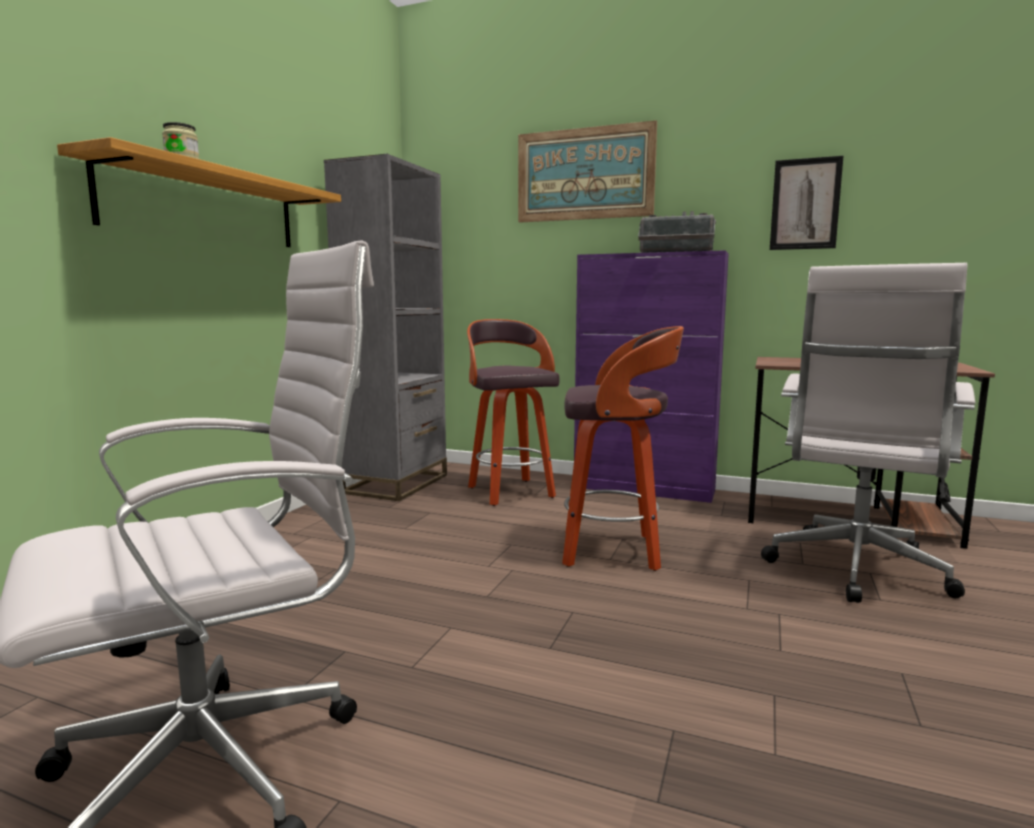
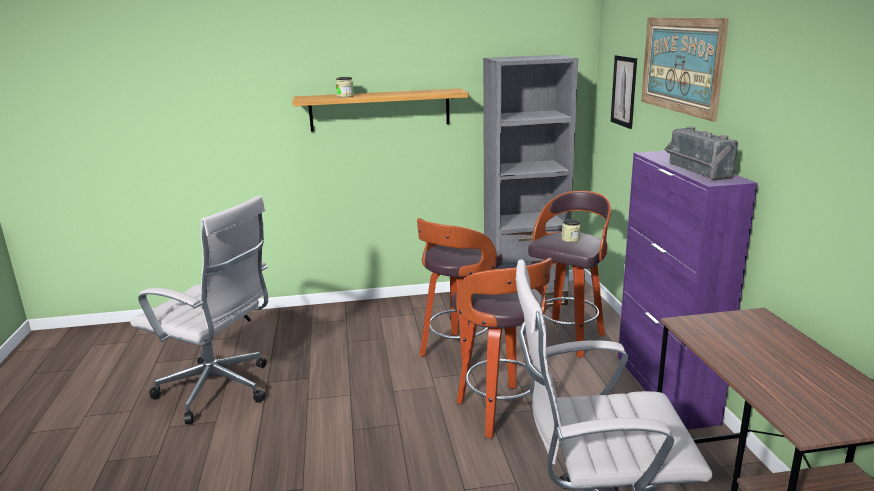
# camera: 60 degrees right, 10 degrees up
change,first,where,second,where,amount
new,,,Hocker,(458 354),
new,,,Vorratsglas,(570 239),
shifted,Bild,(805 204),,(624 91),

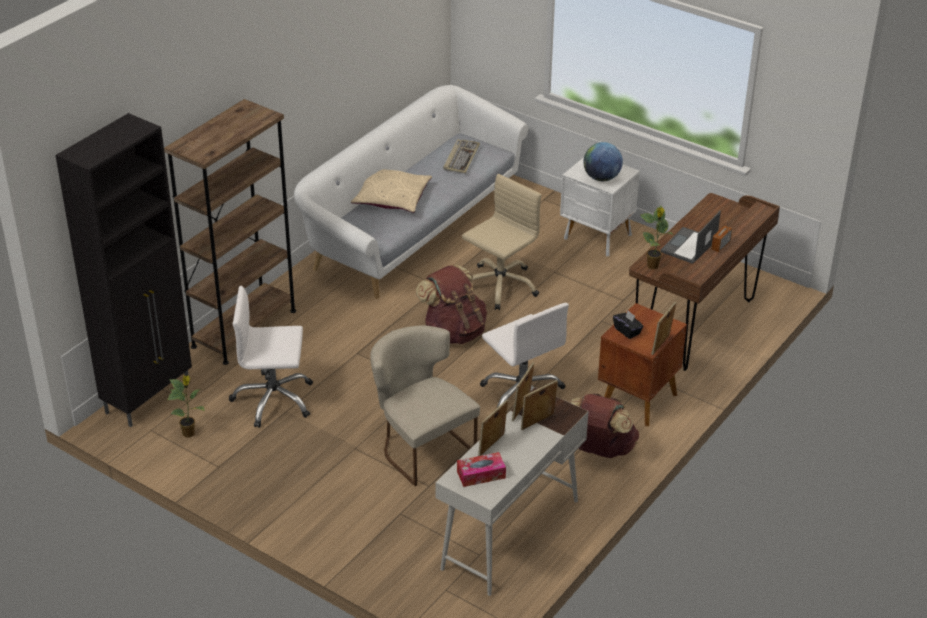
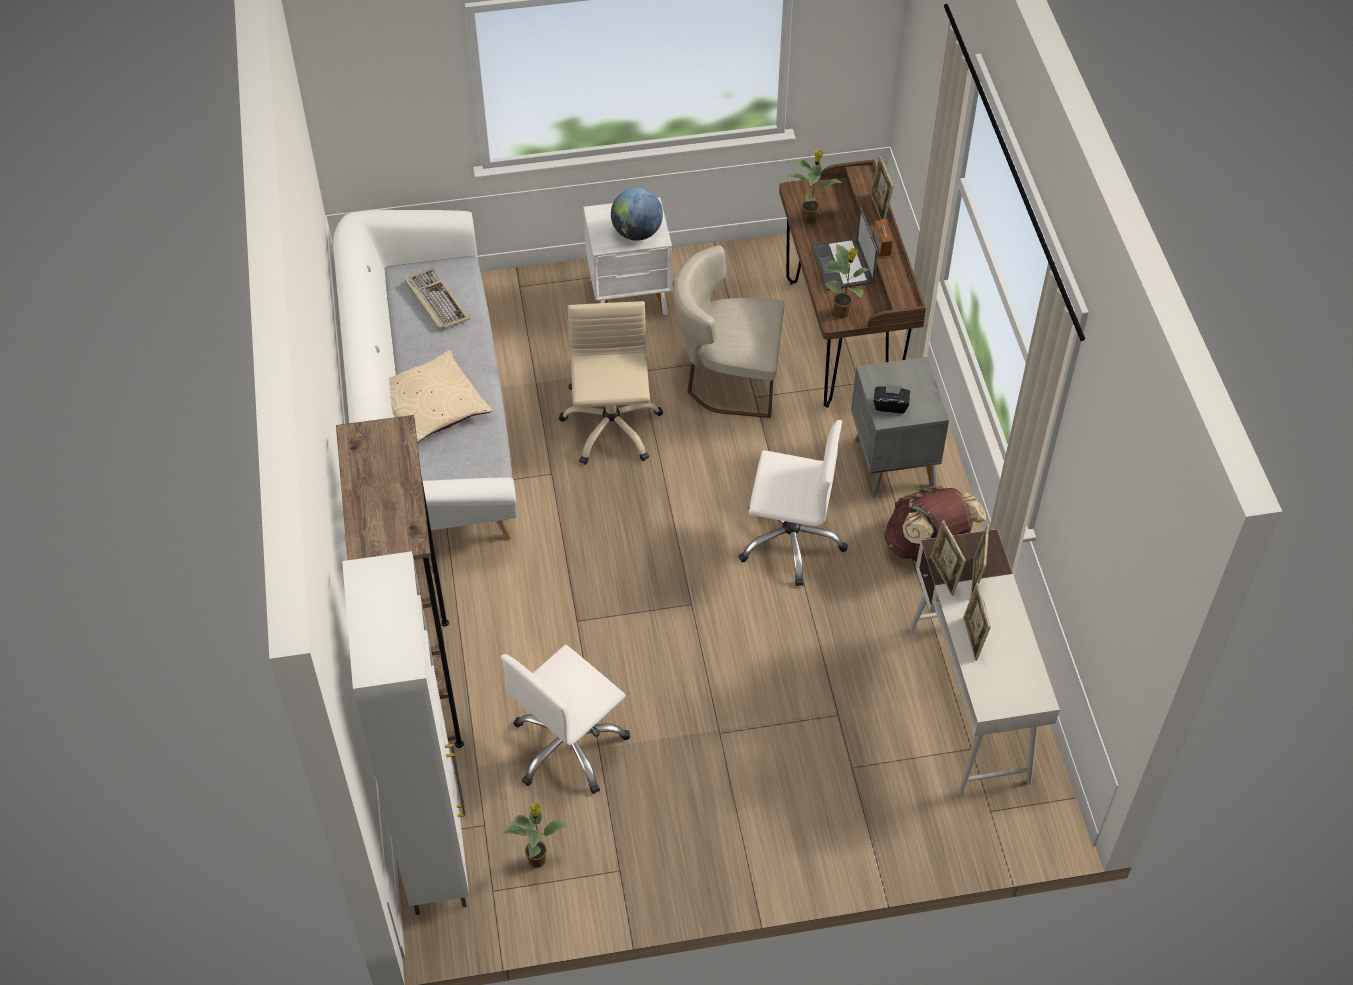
# camera: 45 degrees left, 15 degrees up
change,first,where,second,where,amount
gone,Rucksack [braun],(453 332),,,
gone,Taschentuchbox,(481 474),,,
new,,,Topfpflanze,(810 218),
shifted,Stuhl [beige],(421 447),,(727 380),
shifted,Bilderrahmen,(661 345),,(879 209),
repainted,Schrank [schwarz],(149 397),Schrank [weiß],(436 854),
repainted,Nachttisch [braun],(637 400),Nachttisch [grau],(893 464),

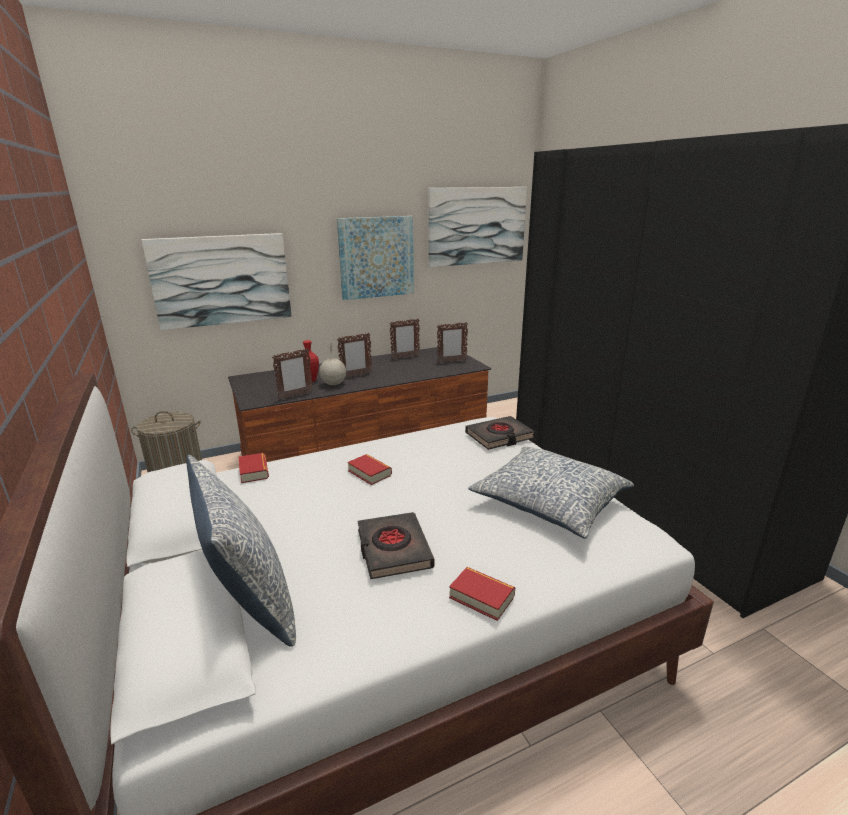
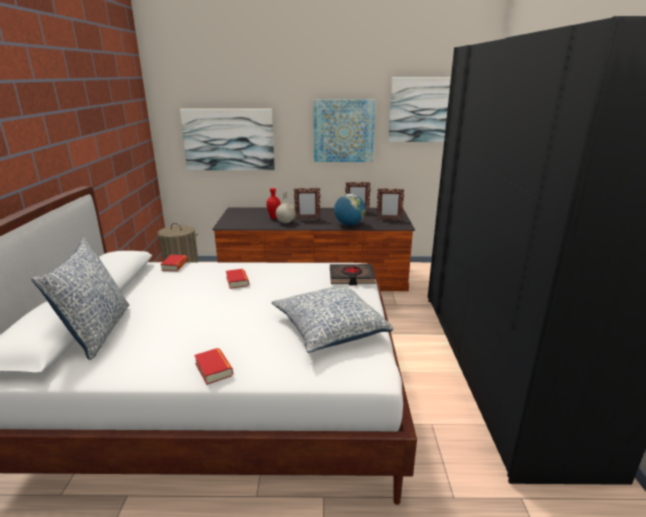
# camera: 25 degrees right, 0 degrees up
change,first,where,second,where,amount
gone,Bilderrahmen,(295 395),,,
gone,Buch [schwarz],(393 549),,,
new,,,Globus,(349 224),

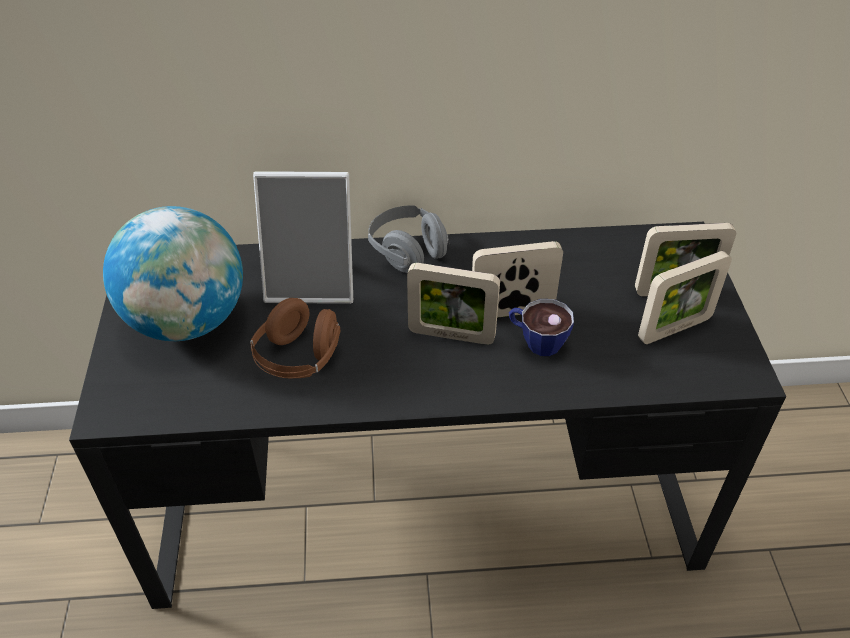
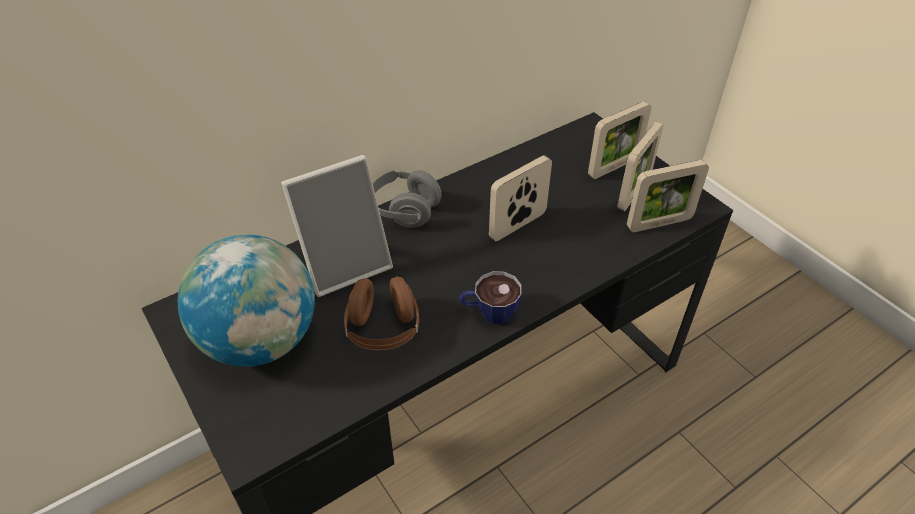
# camera: 30 degrees left, 0 degrees up
change,first,where,second,where,amount
shifted,Bilderrahmen,(451 335),,(659 223),
shifted,Tasse,(536 341),,(489 312),

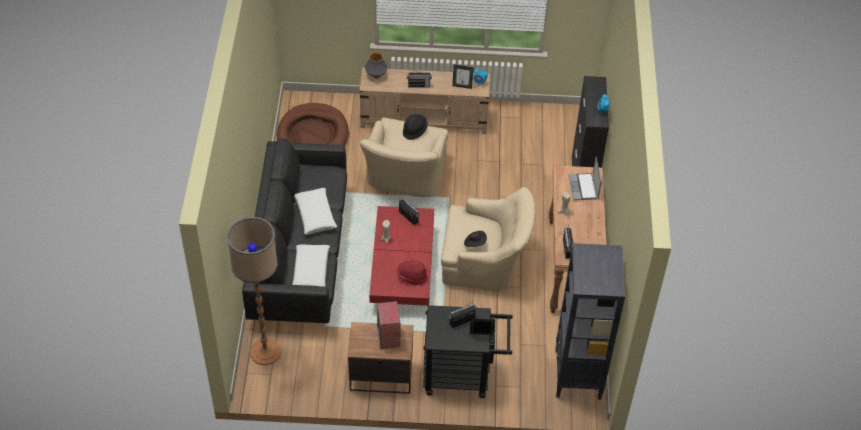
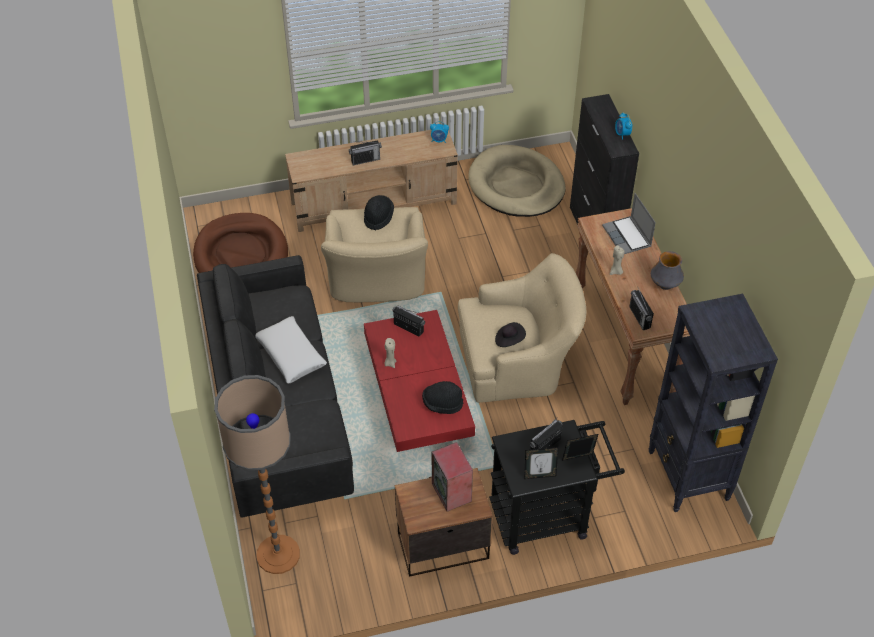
# camera: 15 degrees left, 0 degrees up
change,first,where,second,where,amount
gone,Kissen [weiß],(311 271),,,
new,,,Hundebett [beige],(516 185),
shifted,Vase,(376 75),,(665 285),
shifted,Bilderrahmen,(462 86),,(539 475),
repainted,Hut [rot],(412 276),Hut [schwarz],(442 404),

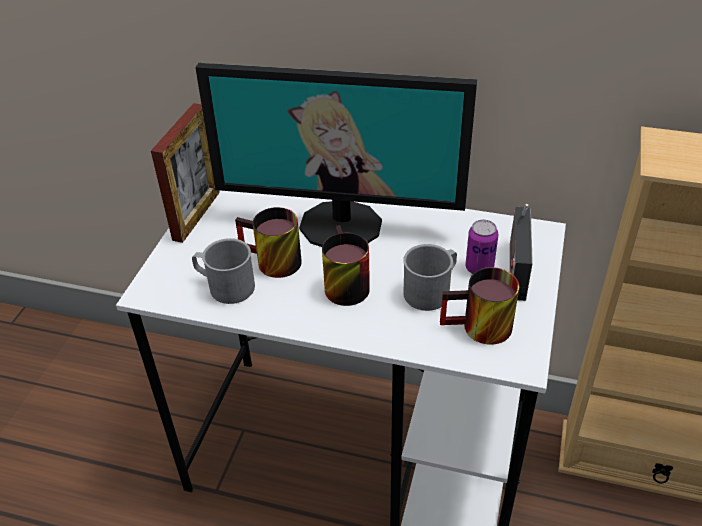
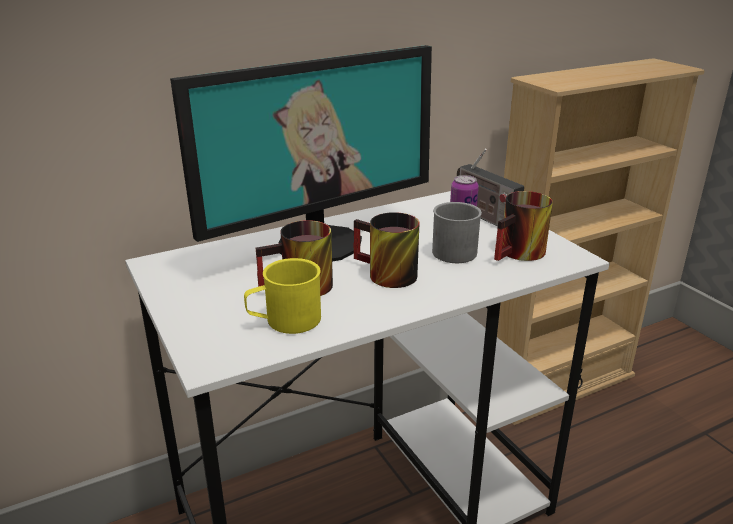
# camera: 45 degrees left, 15 degrees down
change,first,where,second,where,amount
gone,Bilderrahmen,(196 215),,,
repainted,Henkelbecher [grau],(225 286),Henkelbecher [gelb],(284 321),

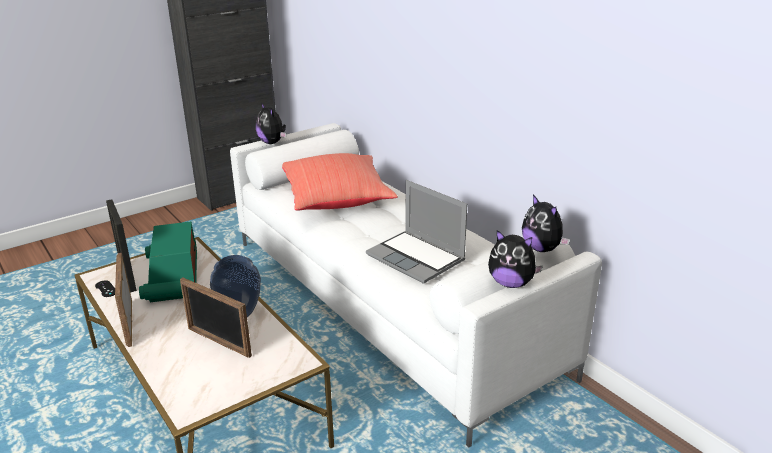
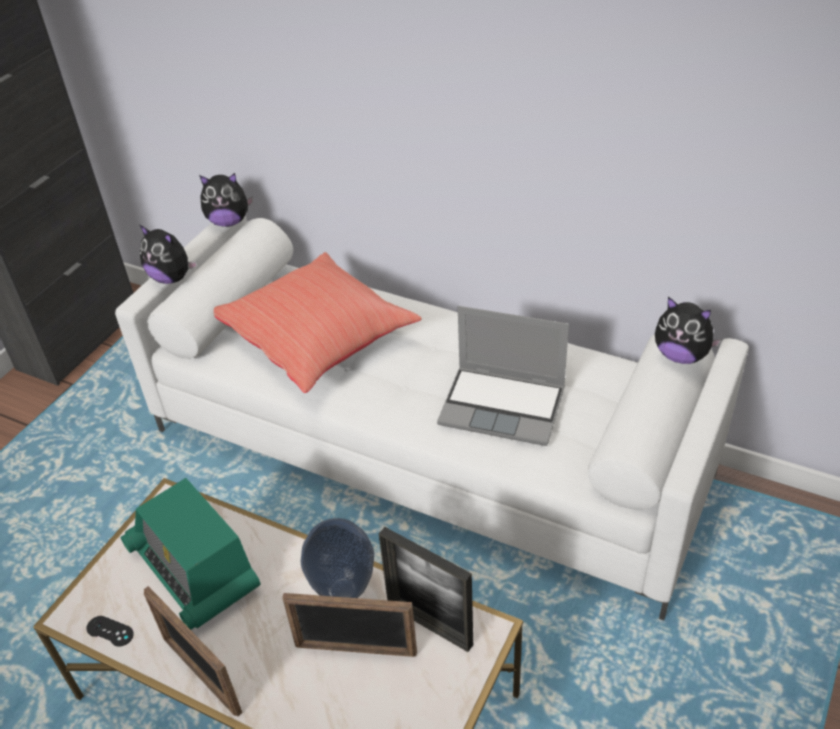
# camera: 25 degrees left, 15 degrees up
change,first,where,second,where,amount
shifted,Bilderrahmen,(128 277),,(429 624),
shifted,Plüschtier,(511 283),,(229 222),

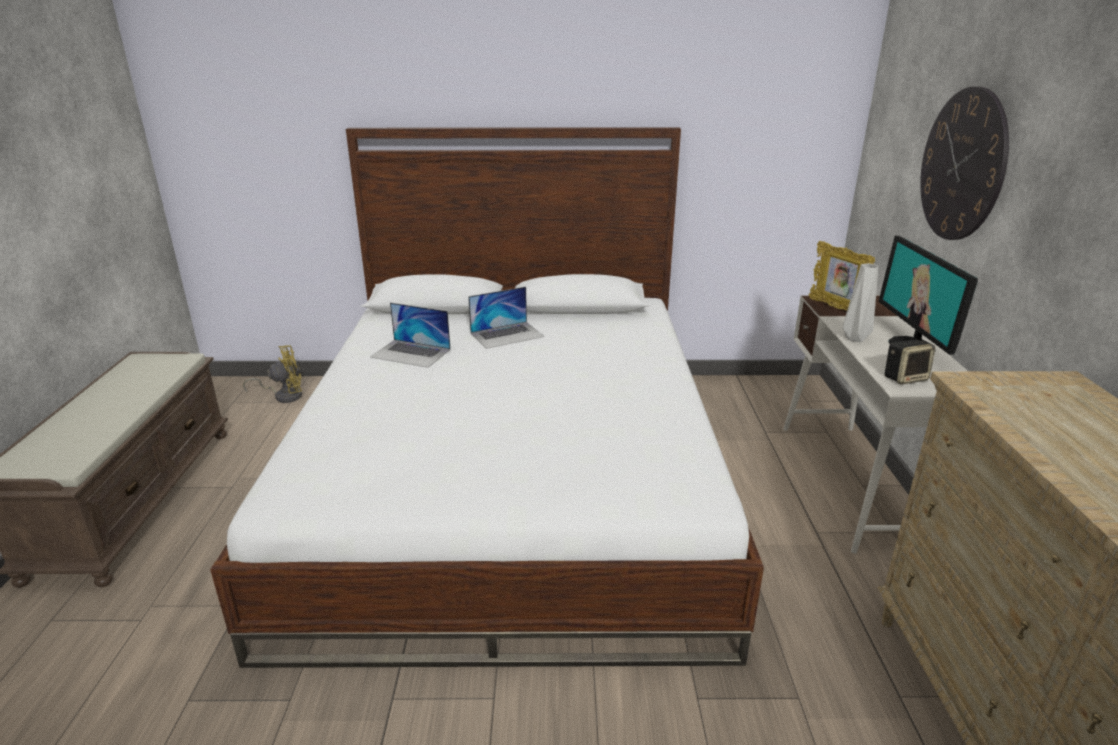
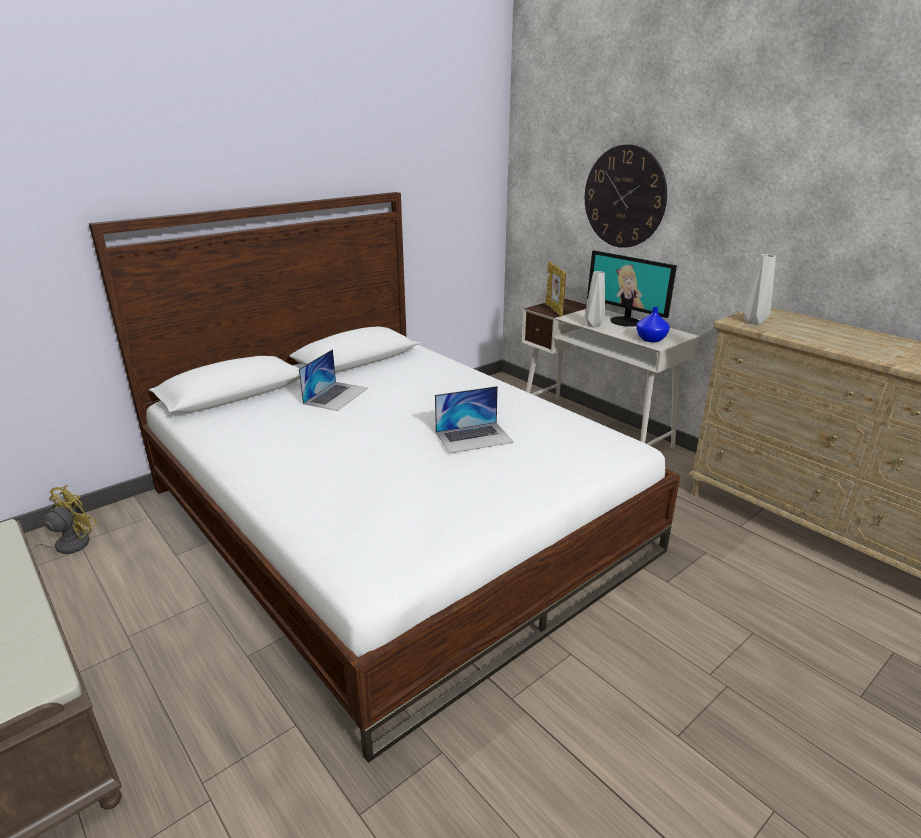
# camera: 40 degrees left, 0 degrees up
change,first,where,second,where,amount
new,,,Vase [grau],(754 322),
shifted,Laptop,(411 353),,(474 437),
swapped,Lautsprecher,(905 378),Vase [blau],(650 339),
rotated,Bilderrahmen,(835 308),,(554 310),60 degrees clockwise

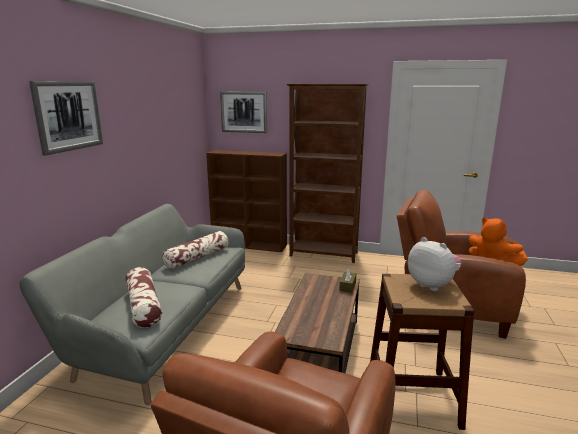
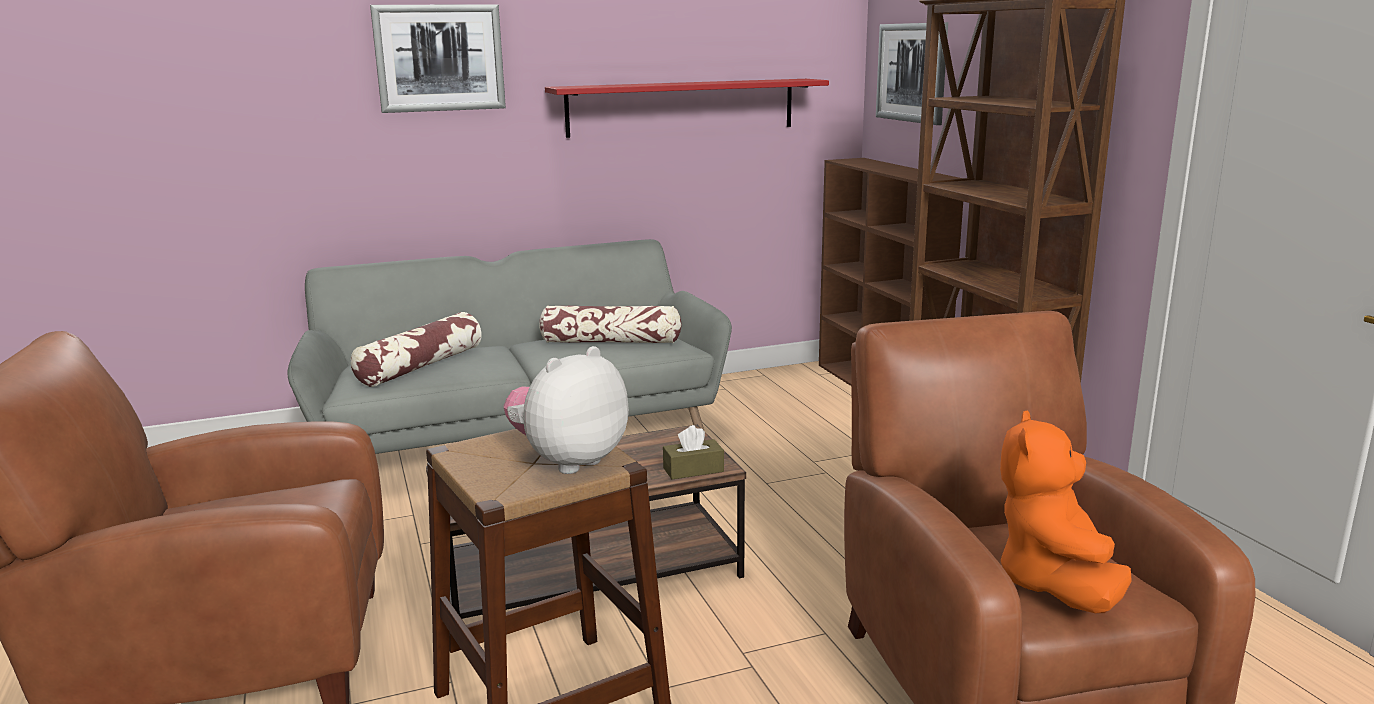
# camera: 55 degrees right, 0 degrees up
change,first,where,second,where,amount
new,,,Wandregal [rot],(682 107),
rotated,Plüschtier,(432 285),,(568 461),150 degrees counterclockwise

